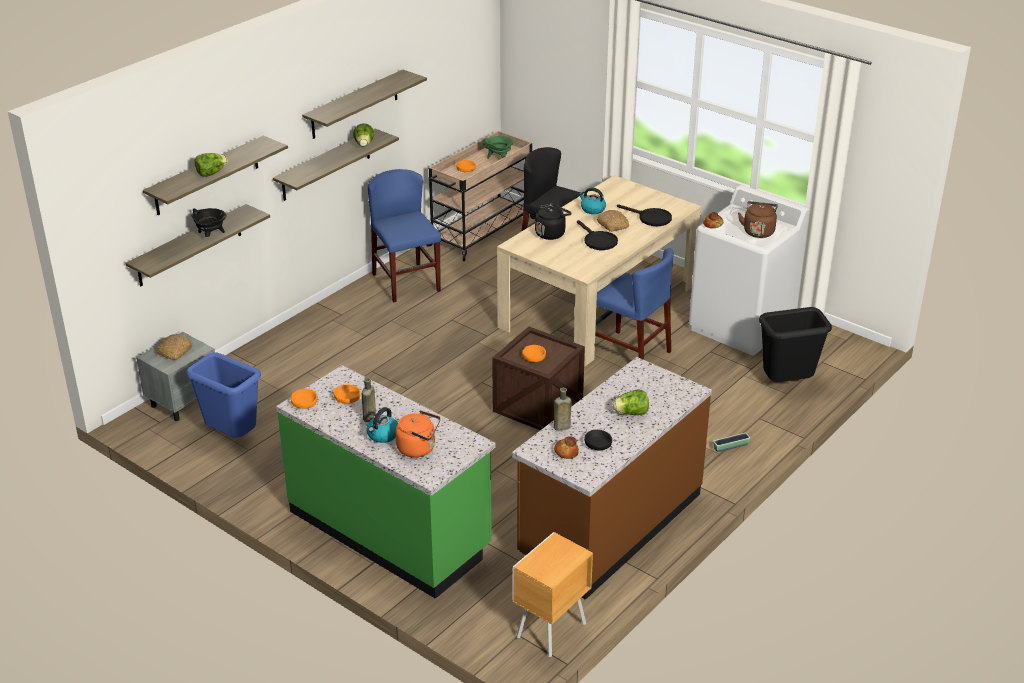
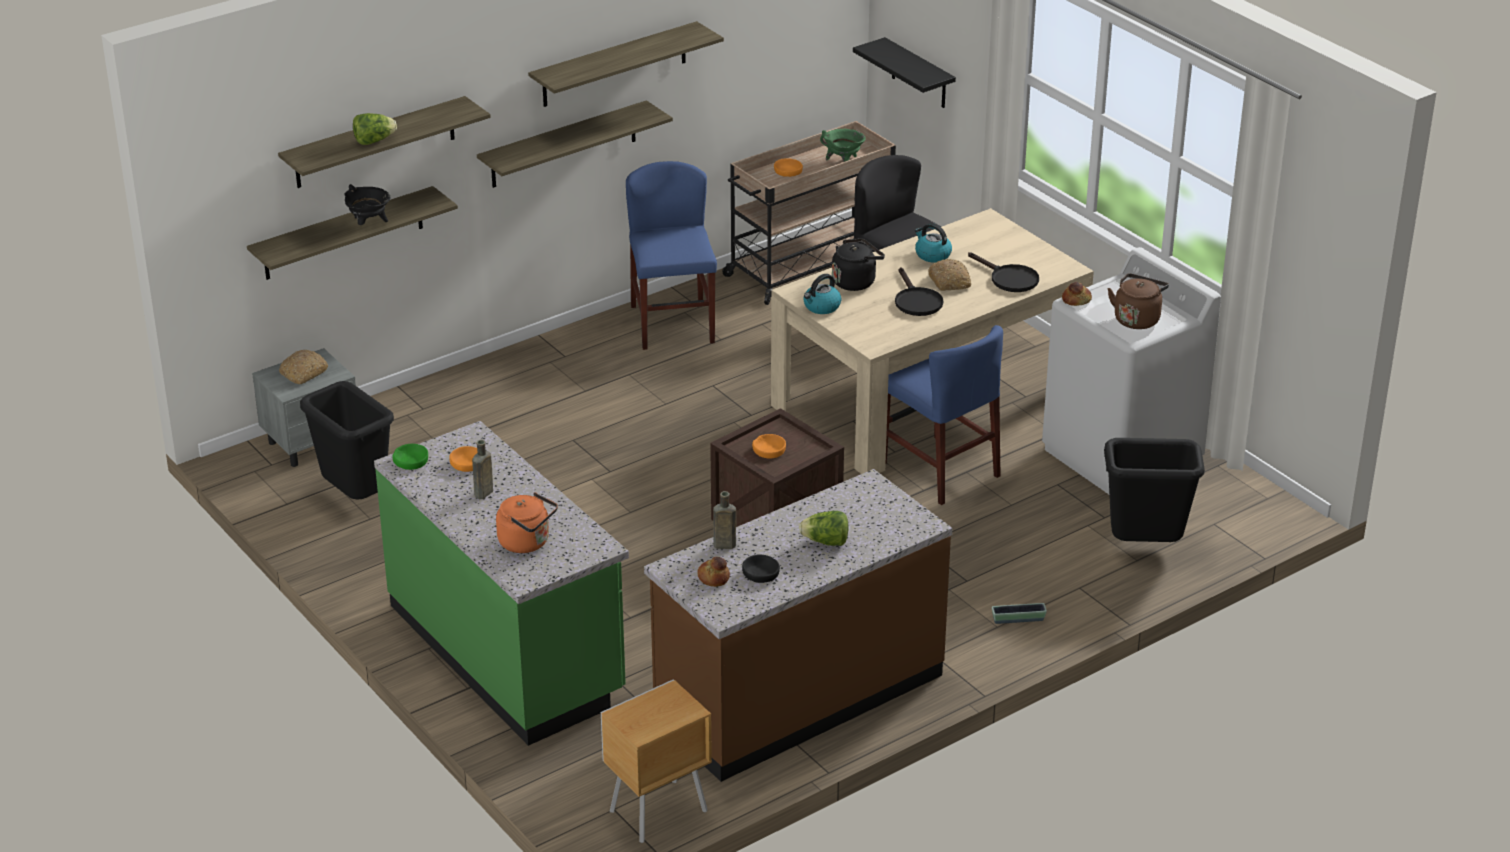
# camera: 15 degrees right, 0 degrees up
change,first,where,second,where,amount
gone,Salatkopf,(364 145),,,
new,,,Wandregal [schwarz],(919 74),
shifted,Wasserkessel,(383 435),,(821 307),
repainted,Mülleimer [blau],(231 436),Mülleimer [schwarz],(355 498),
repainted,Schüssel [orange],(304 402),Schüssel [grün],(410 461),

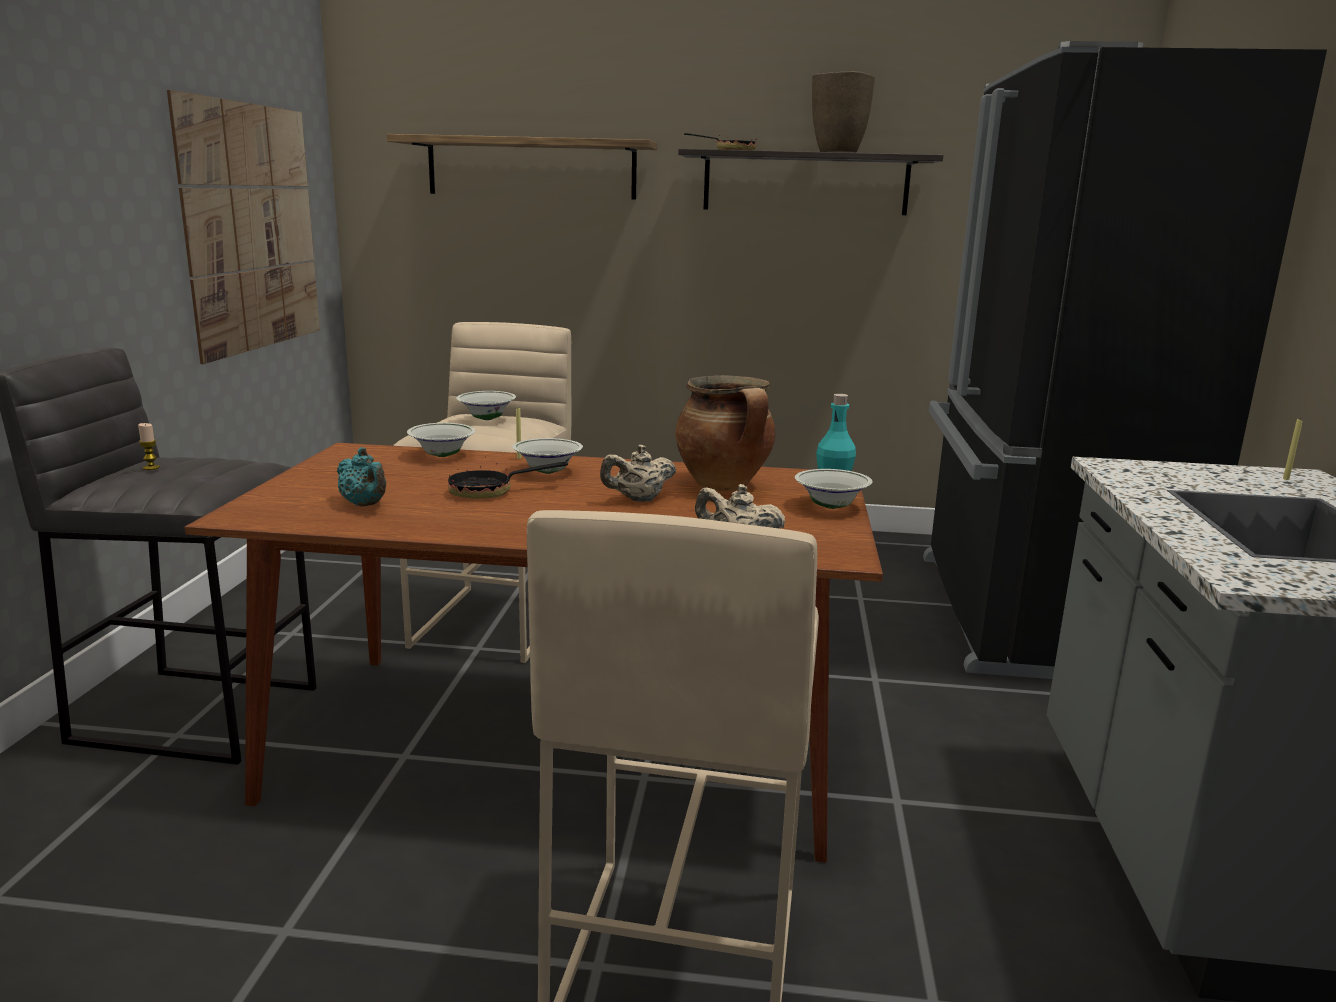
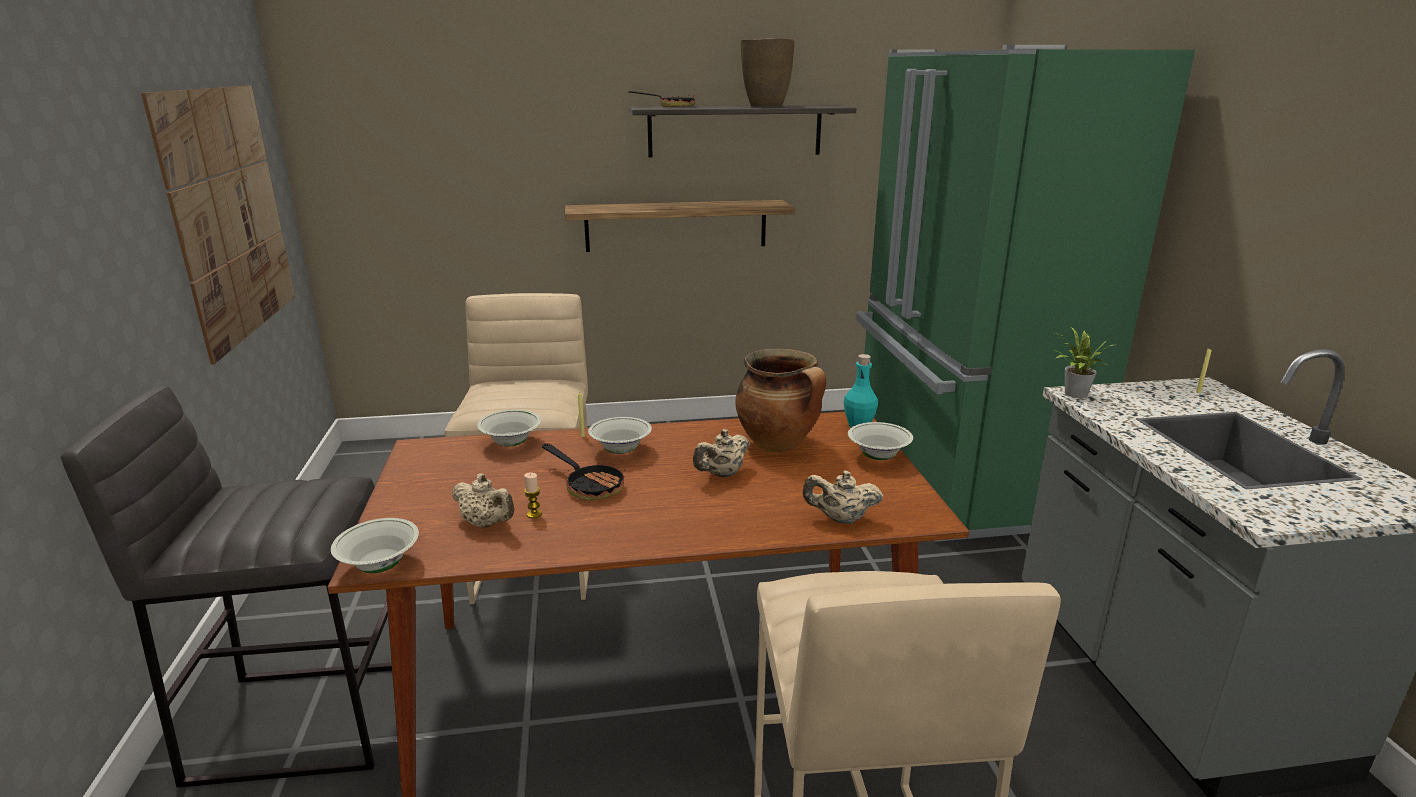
# camera: 15 degrees left, 5 degrees up
change,first,where,second,where,amount
new,,,Topfpflanze,(1073 394),
shifted,Kerze,(151 468),,(534 514),
shifted,Wandregal,(531 168),,(676 225),
shifted,Schüssel [weiß],(487 419),,(380 566),
repainted,Teekanne [türkis],(365 505),Teekanne [beige],(486 524),
repainted,Kühlschrank [schwarz],(1030 616),Kühlschrank [grün],(954 478),
rotated,Pfanne,(491 492),,(589 486),105 degrees counterclockwise

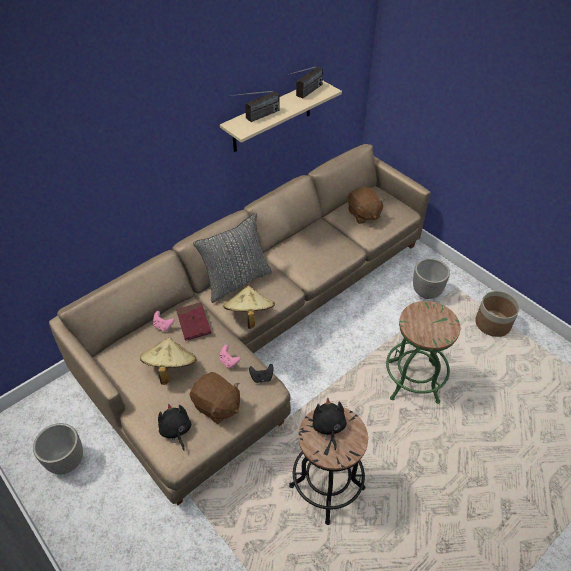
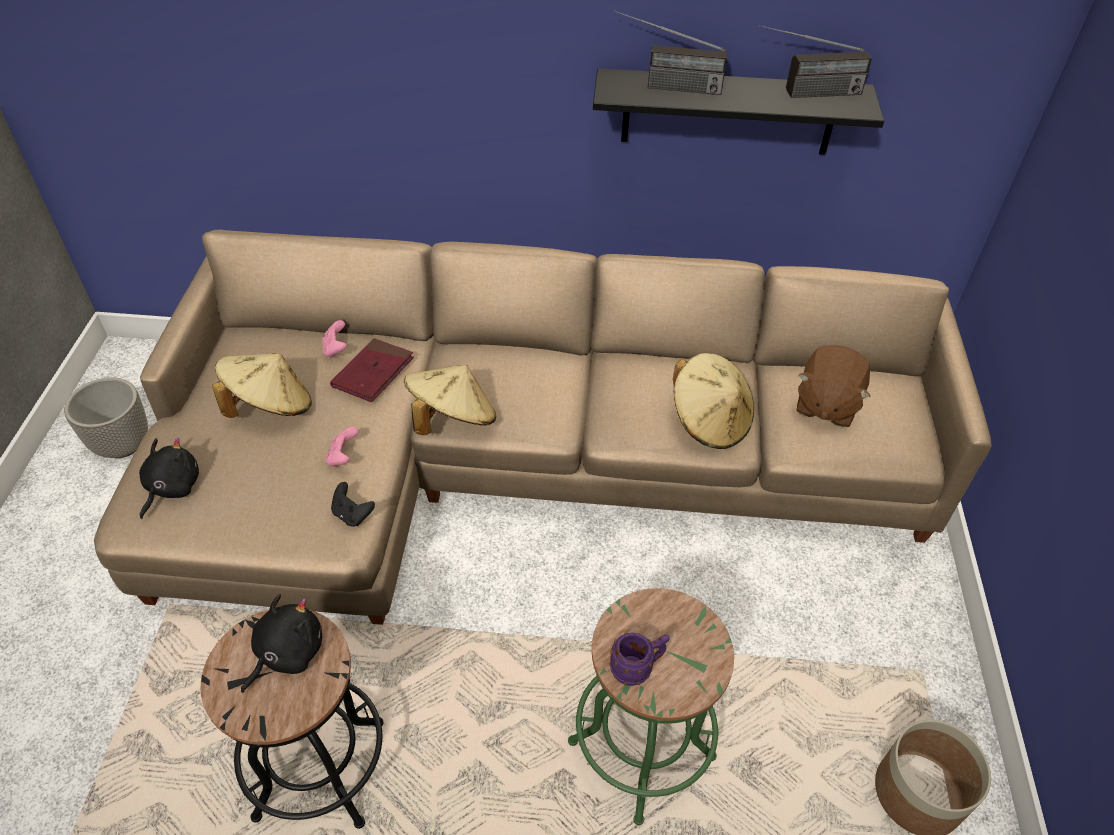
# camera: 45 degrees right, 0 degrees up
change,first,where,second,where,amount
gone,Plüschtier [braun],(216 406),,,
gone,Kissen [grau],(236 280),,,
gone,Pflanzkübel,(426 292),,,
new,,,Henkelbecher [lila],(637 668),
new,,,Hut [beige],(709 421),
repainted,Wandregal [beige],(272 116),Wandregal [schwarz],(728 112),

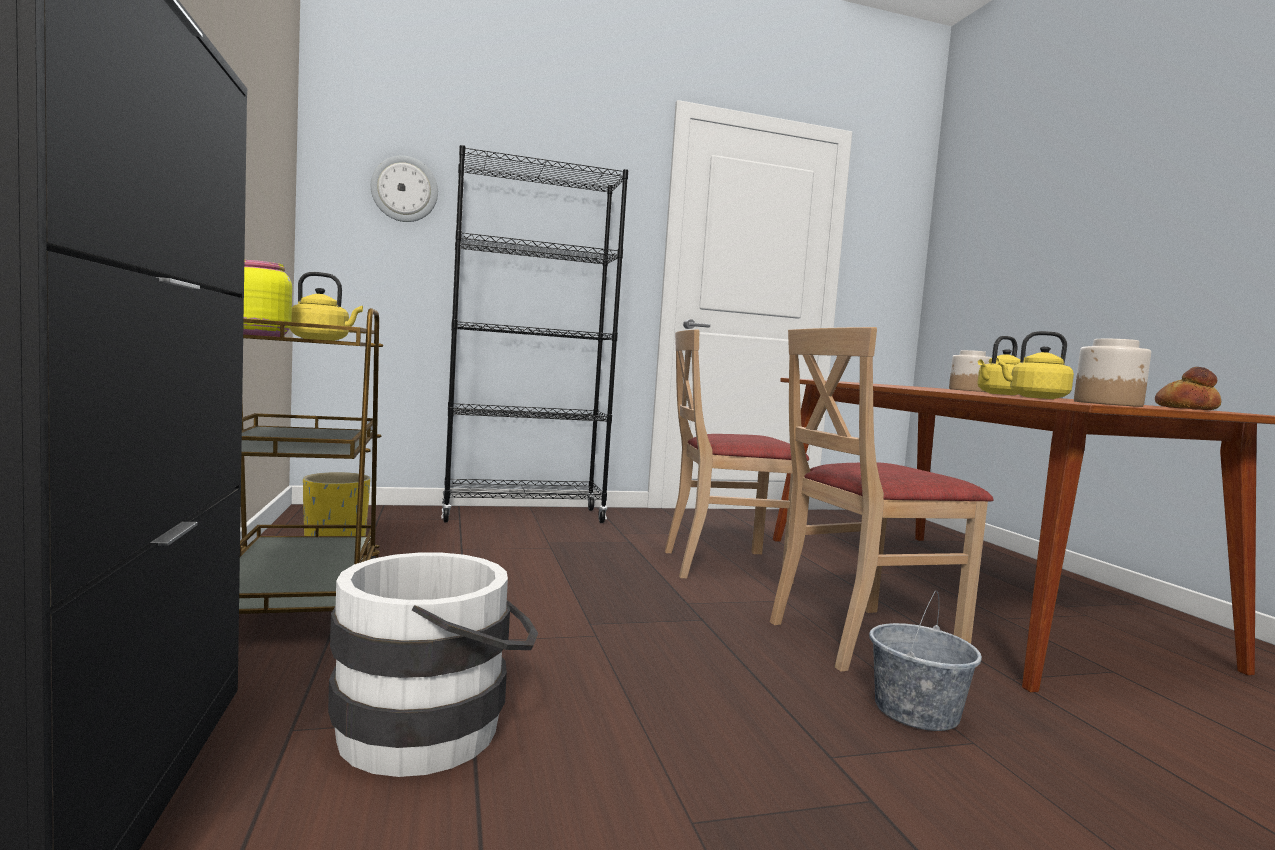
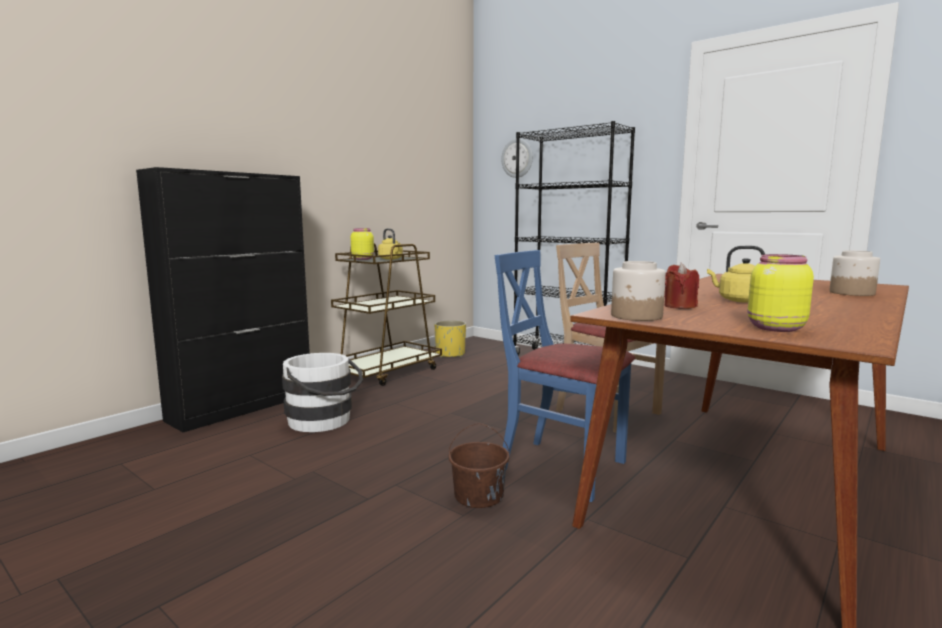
# camera: 55 degrees right, 5 degrees up
change,first,where,second,where,amount
swapped,Wasserkessel [gelb],(1035 397),Kerze [rot],(679 306),
swapped,Brot,(1185 408),Vorratsglas [gelb],(774 328),
repainted,Stuhl [beige],(861 638),Stuhl [blau],(562 467),
repainted,Eimer [grau],(916 711),Eimer [braun],(479 496),

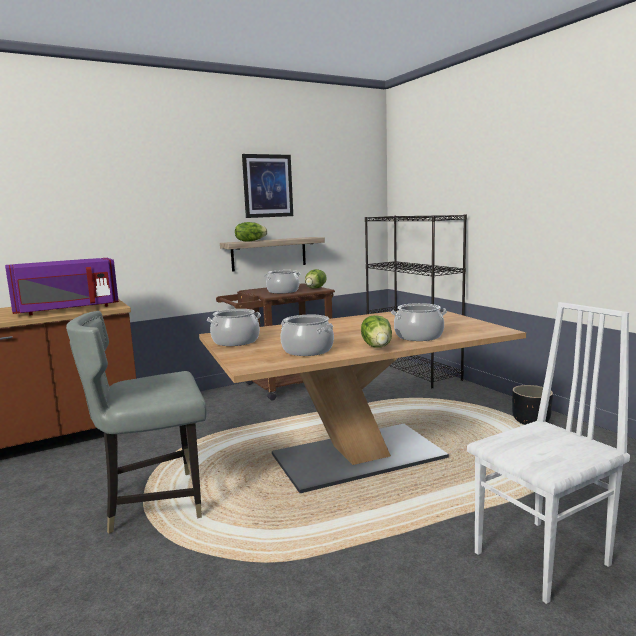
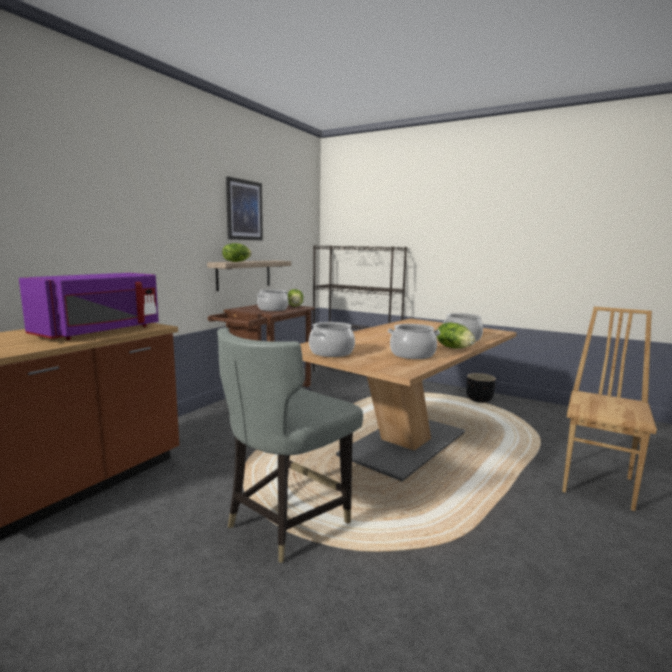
# camera: 30 degrees left, 0 degrees up
change,first,where,second,where,amount
repainted,Stuhl [weiß],(544 559),Stuhl [braun],(599 485),

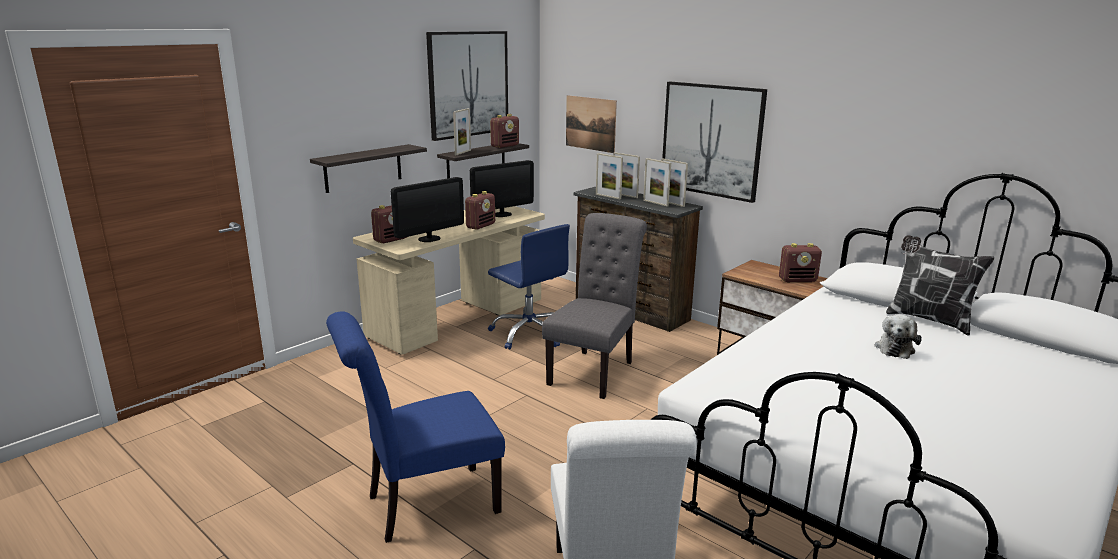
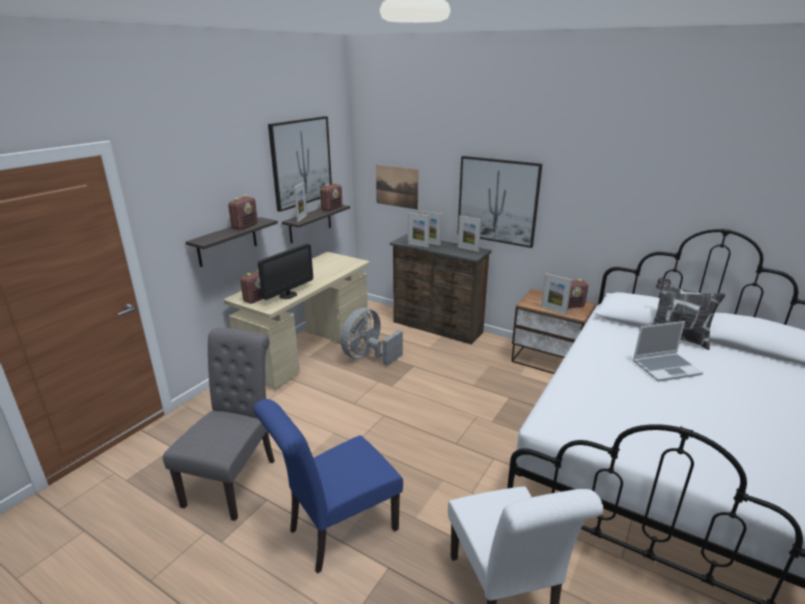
# camera: 10 degrees left, 5 degrees up
change,first,where,second,where,amount
gone,Monitor,(502 214),,,
shifted,Radio,(480 226),,(245 226),
shifted,Stuhl [grau],(594 370),,(235 478),
shifted,Bilderrahmen,(655 203),,(553 310),
swapped,Bürostuhl [blau],(529 333),Ventilator [grau],(368 357),
swapped,Plüschtier,(895 348),Laptop,(666 367),

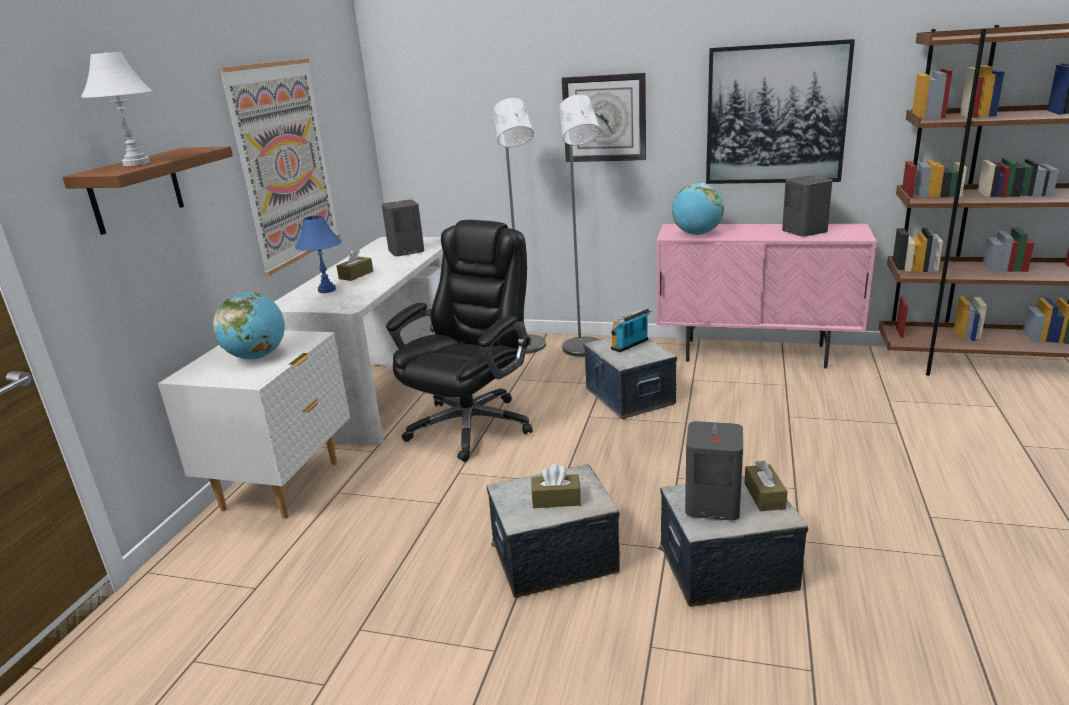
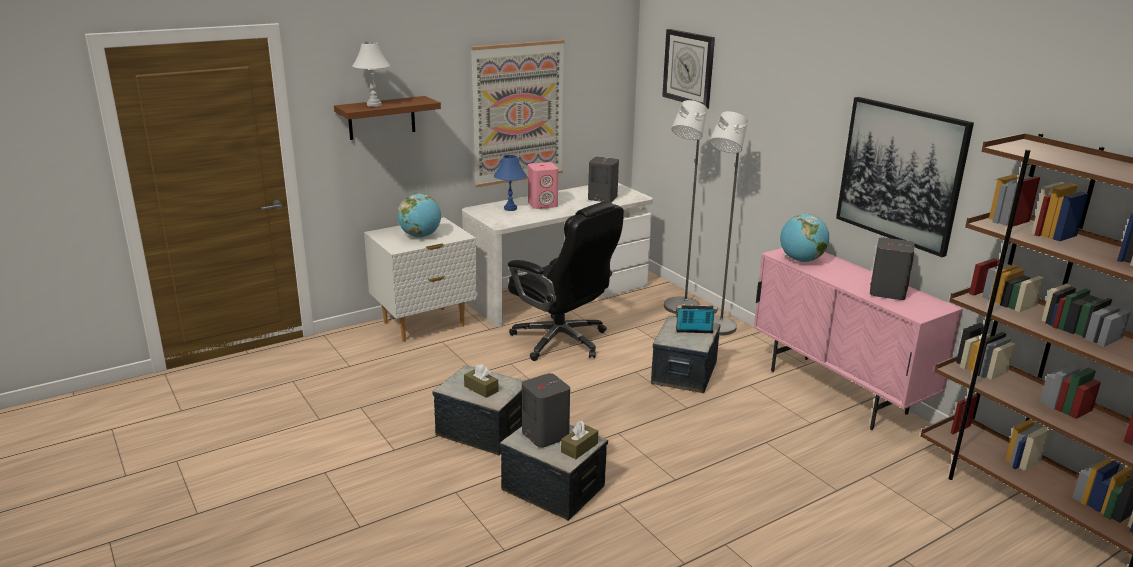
# camera: 40 degrees right, 0 degrees up
change,first,where,second,where,amount
shifted,Wanduhr,(604 118),,(689 68),
swapped,Taschentuchbox [braun],(356 275),Lautsprecher [rosa],(543 204),
rotated,Bürostuhl [schwarz],(472 424),,(561 341),60 degrees clockwise

